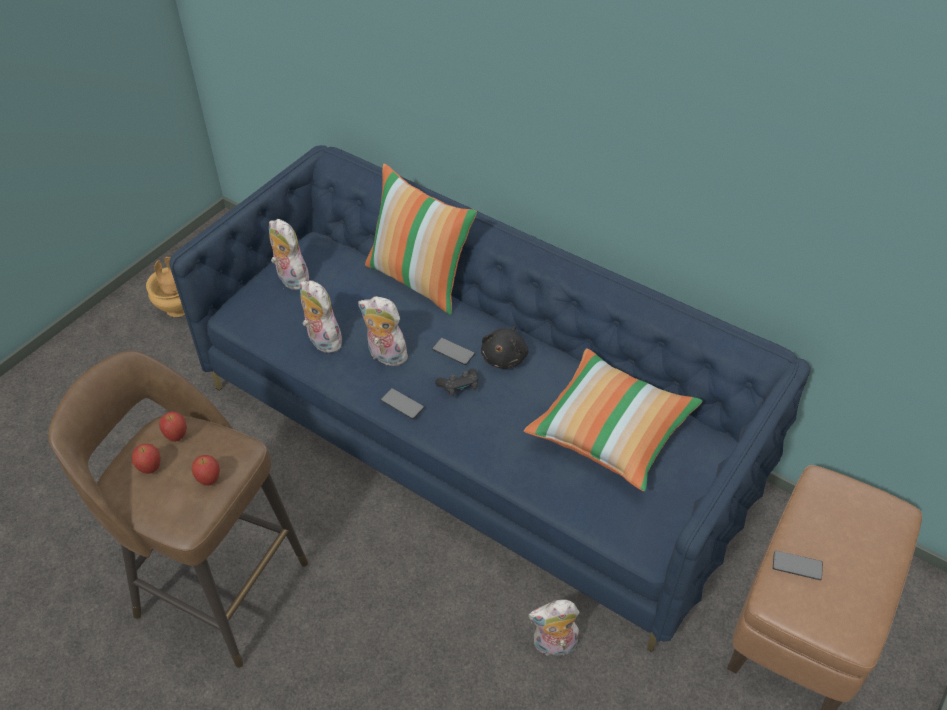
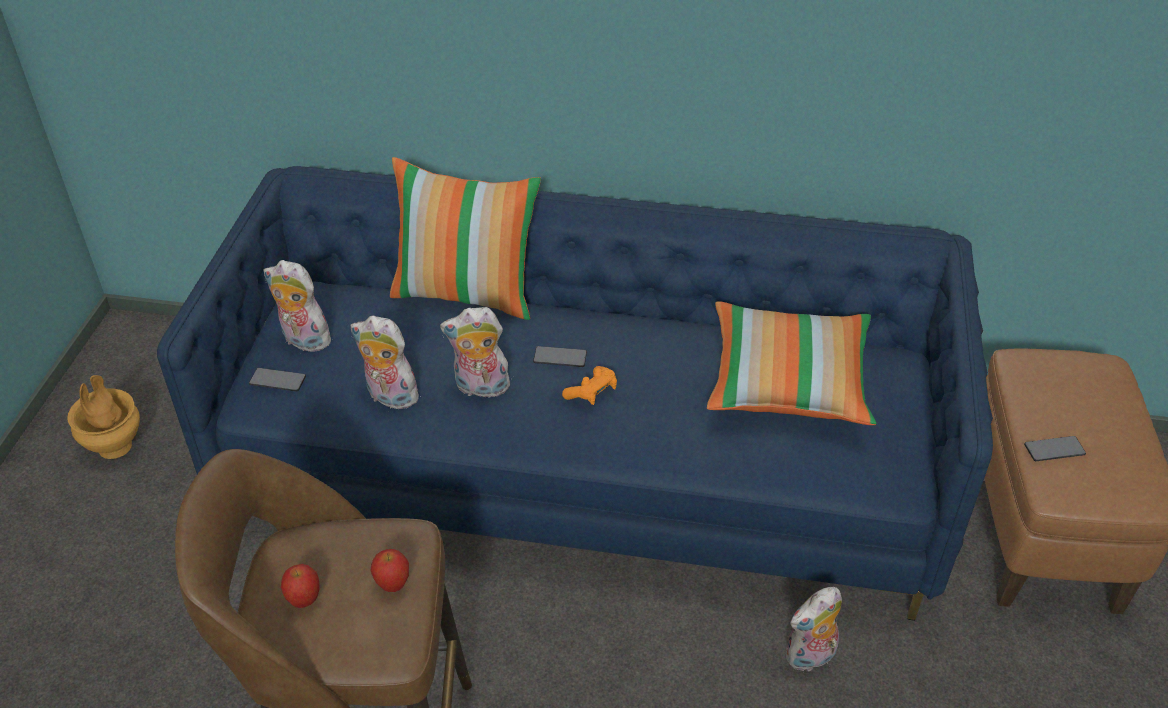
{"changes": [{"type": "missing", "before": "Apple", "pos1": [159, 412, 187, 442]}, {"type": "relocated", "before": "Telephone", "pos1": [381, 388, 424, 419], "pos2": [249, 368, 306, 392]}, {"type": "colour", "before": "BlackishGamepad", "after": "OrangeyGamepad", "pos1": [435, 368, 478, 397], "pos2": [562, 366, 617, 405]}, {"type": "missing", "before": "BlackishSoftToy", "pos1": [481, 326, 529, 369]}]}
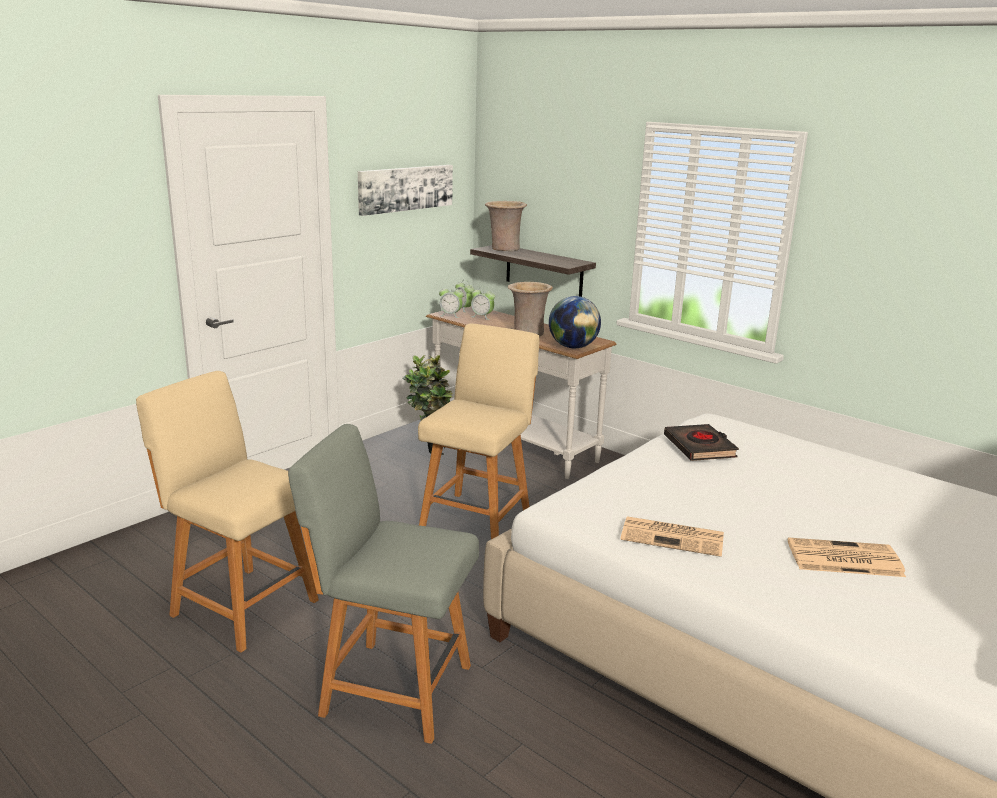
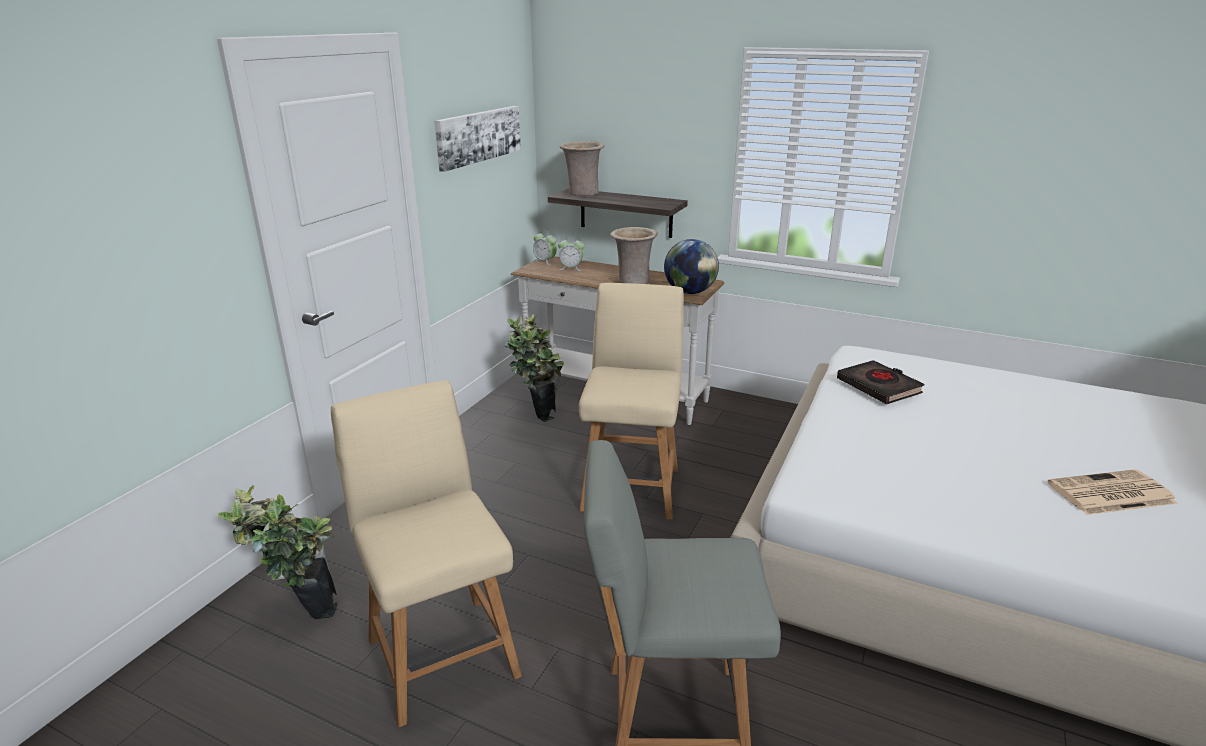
{"changes": [{"type": "spun", "before": "BeigeUprightChair", "pos1": [136, 371, 319, 653], "pos2": [331, 380, 522, 727], "turn": 45}, {"type": "missing", "before": "AlarmClock", "pos1": [439, 285, 464, 318]}, {"type": "missing", "before": "Newspaper", "pos1": [620, 516, 724, 557]}, {"type": "appeared", "after": "PottedPlant", "pos2": [216, 485, 338, 619]}]}
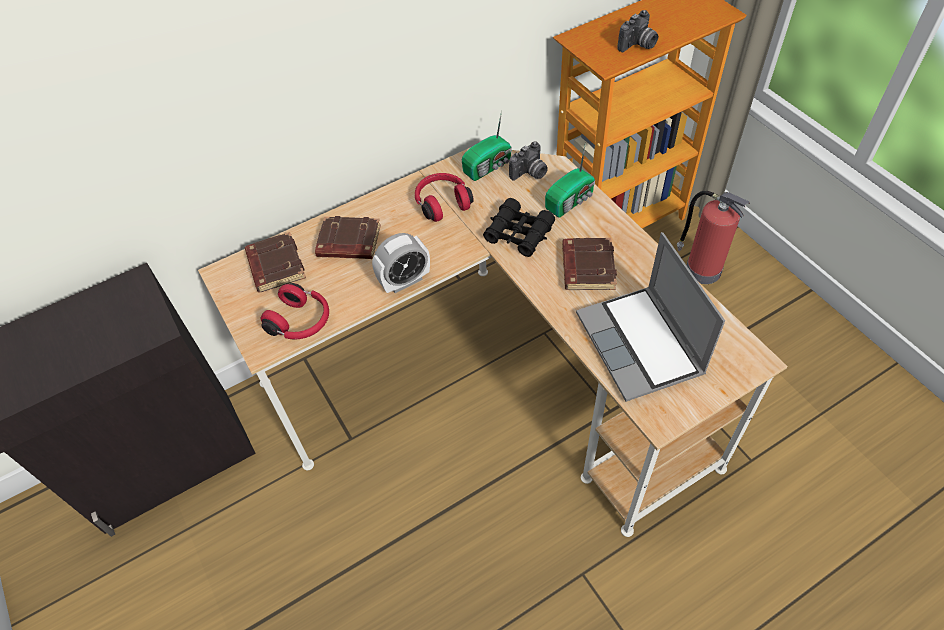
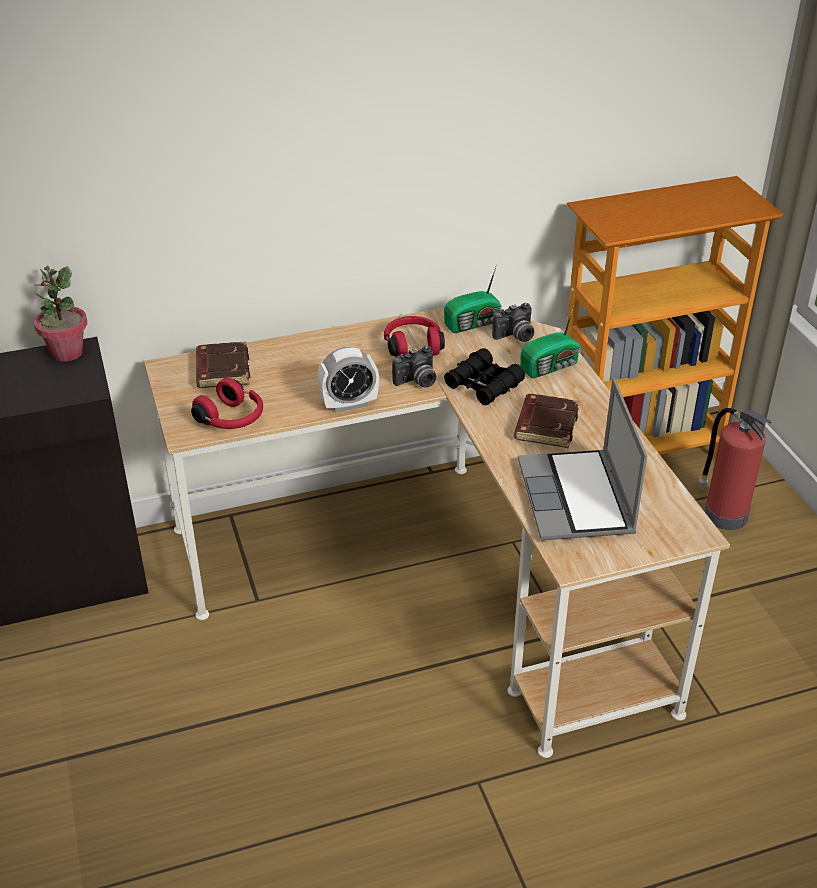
{"changes": [{"type": "missing", "before": "BrownColouredVolume", "pos1": [315, 216, 381, 259]}, {"type": "relocated", "before": "PhotoCamera", "pos1": [617, 10, 659, 52], "pos2": [392, 346, 436, 388]}, {"type": "appeared", "after": "PottedPlant", "pos2": [34, 265, 87, 362]}]}
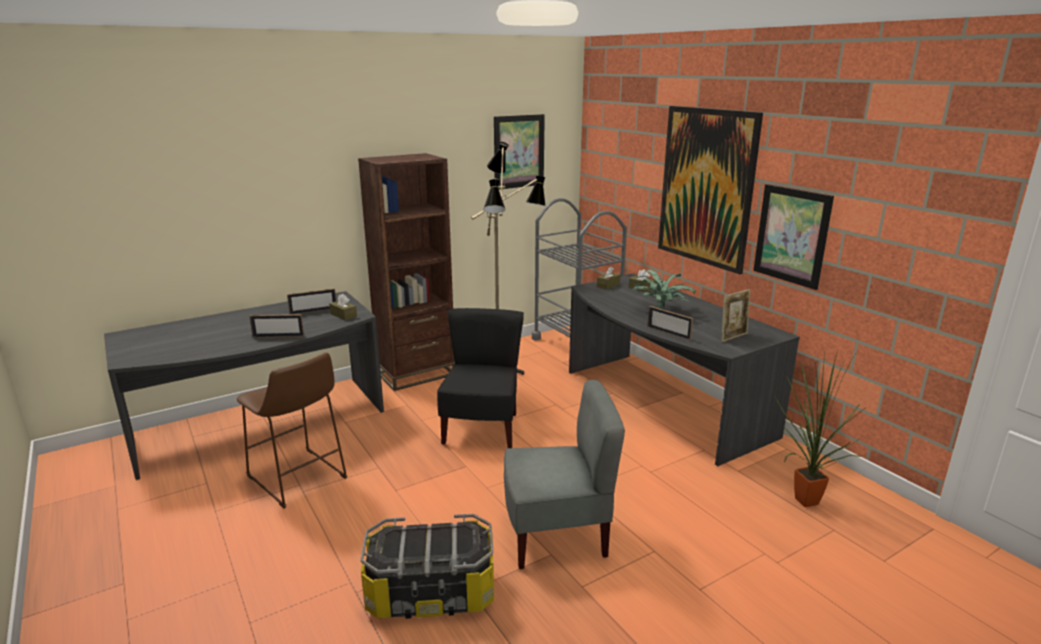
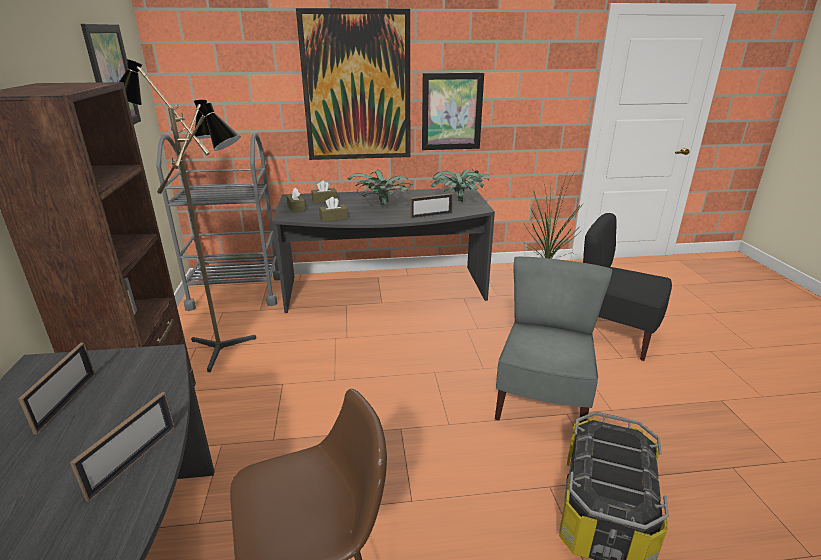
{"changes": [{"type": "relocated", "before": "BrownColouredTissueHolder", "pos1": [329, 294, 357, 320], "pos2": [319, 197, 348, 222]}, {"type": "relocated", "before": "BlackishUprightChair", "pos1": [437, 308, 524, 448], "pos2": [583, 213, 672, 361]}, {"type": "exchanged", "before": "PictureFrame", "after": "PottedPlant", "pos1": [721, 289, 750, 342], "pos2": [431, 169, 489, 202]}]}
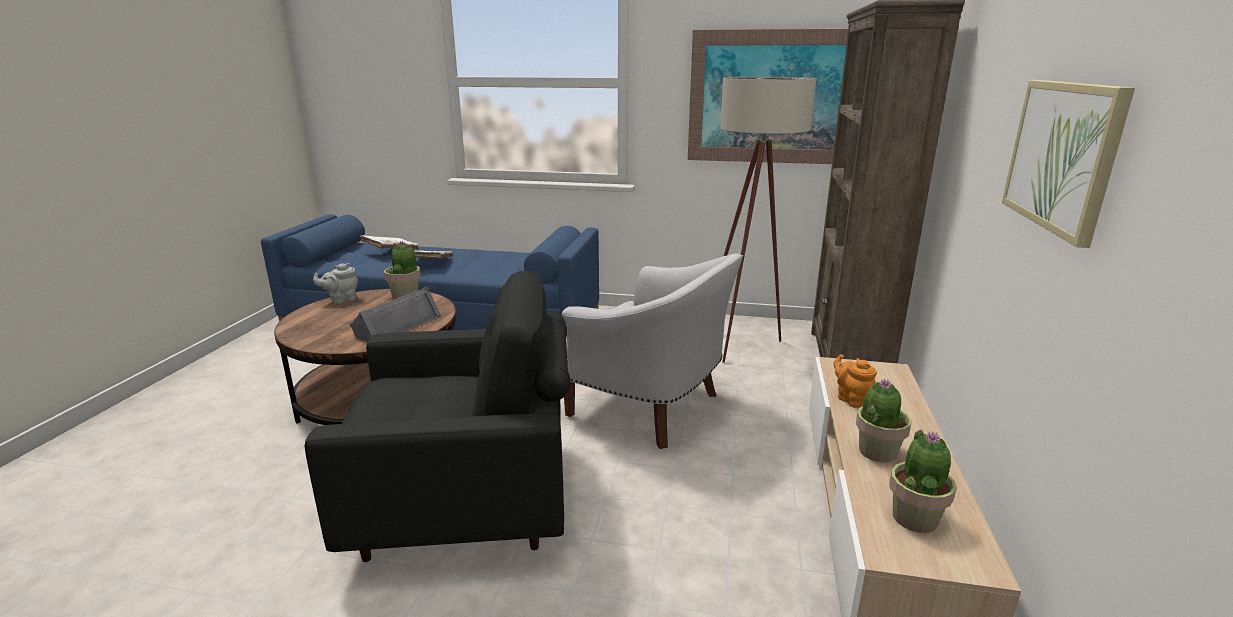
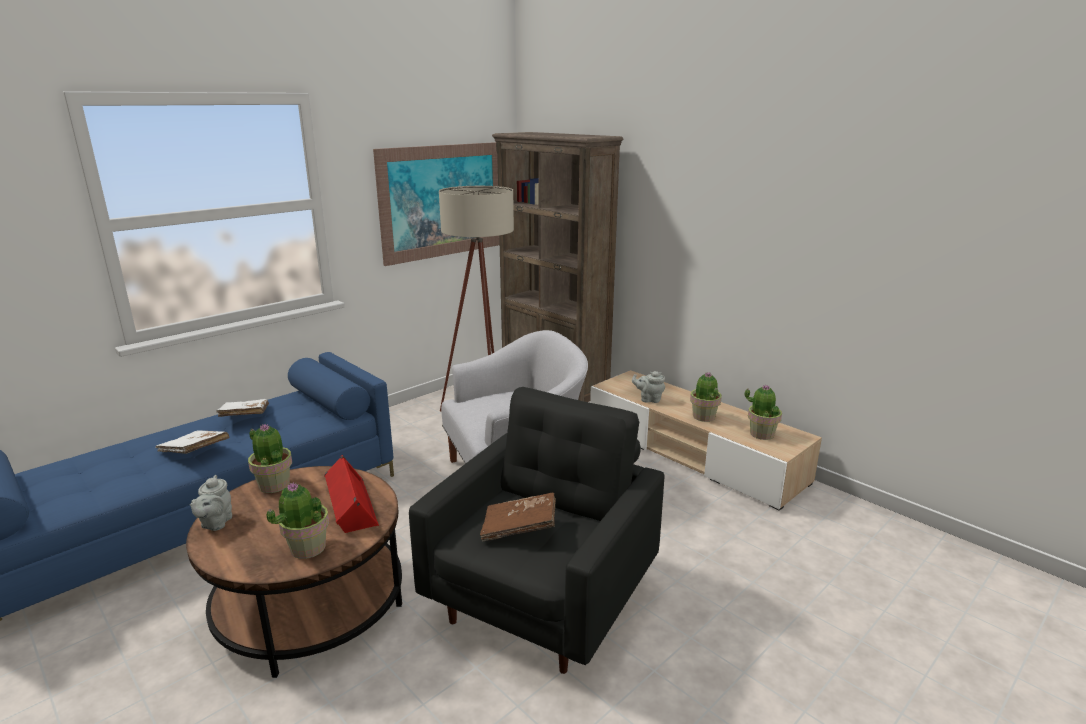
{"changes": [{"type": "colour", "before": "GrayLoudspeaker", "after": "RedLoudspeaker", "pos1": [350, 286, 442, 342], "pos2": [324, 455, 379, 533]}, {"type": "relocated", "before": "WhiteColouredVolume", "pos1": [360, 235, 418, 249], "pos2": [216, 399, 269, 417]}, {"type": "colour", "before": "OrangeyTeaPot", "after": "GrayTeaPot", "pos1": [834, 354, 877, 408], "pos2": [632, 371, 665, 403]}, {"type": "missing", "before": "WallPicture", "pos1": [1002, 80, 1135, 248]}, {"type": "appeared", "after": "PottedPlant", "pos2": [267, 482, 329, 559]}, {"type": "appeared", "after": "BrownColouredVolume", "pos2": [480, 492, 556, 542]}]}
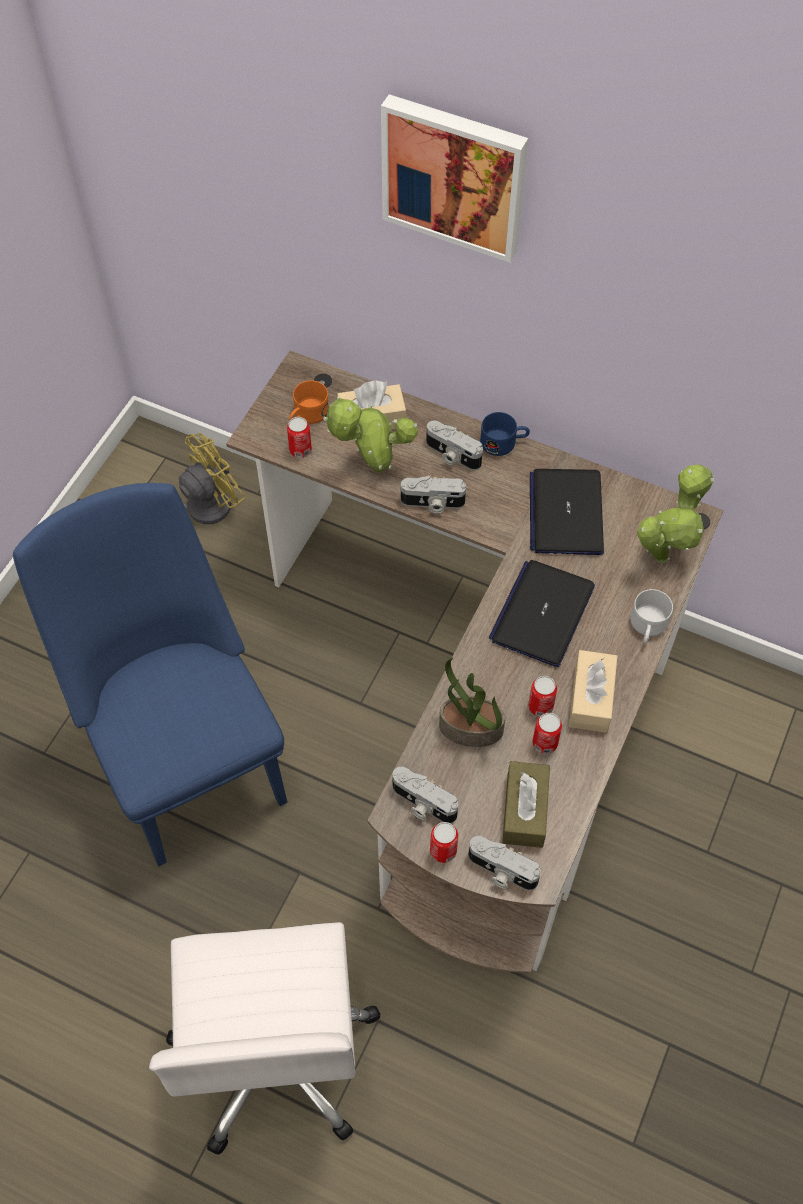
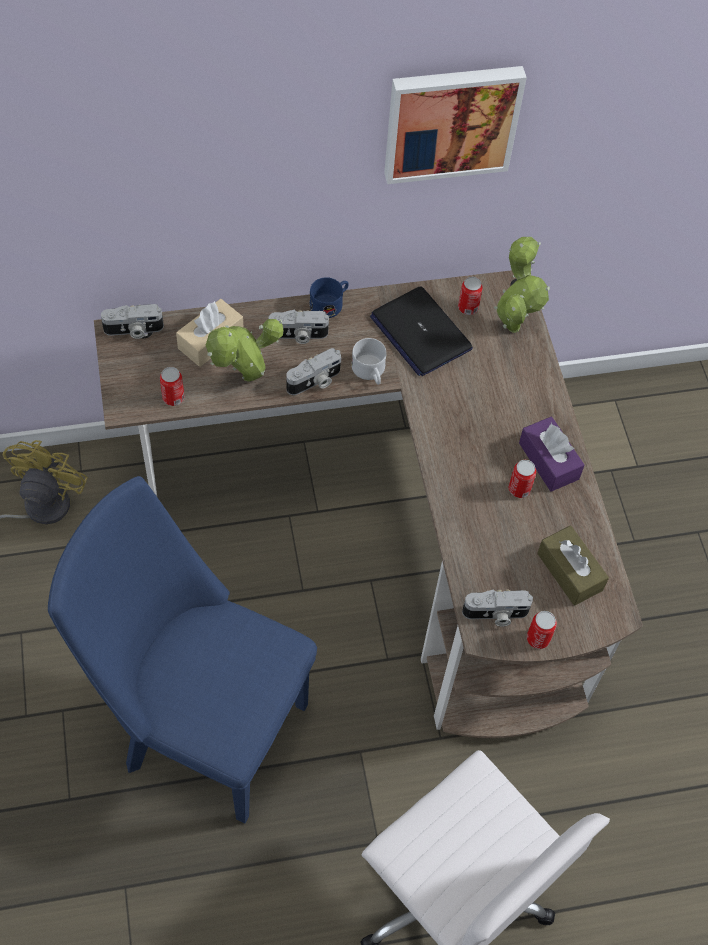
{"changes": [{"type": "missing", "before": "OrangeyCoffeeMug", "pos1": [289, 380, 329, 424]}, {"type": "relocated", "before": "WallPicture", "pos1": [381, 94, 528, 263], "pos2": [384, 66, 527, 184]}, {"type": "missing", "before": "PottedPlant", "pos1": [439, 658, 505, 747]}, {"type": "relocated", "before": "PhotoCamera", "pos1": [468, 836, 541, 890], "pos2": [101, 304, 164, 339]}, {"type": "missing", "before": "Laptop", "pos1": [489, 560, 595, 667]}, {"type": "relocated", "before": "Can", "pos1": [533, 713, 562, 754], "pos2": [458, 277, 483, 315]}, {"type": "colour", "before": "BeigeTissueHolder", "after": "PurpleColouredTissueHolder", "pos1": [569, 650, 617, 733], "pos2": [519, 417, 584, 492]}, {"type": "relocated", "before": "WhiteColouredCoffeeMug", "pos1": [630, 589, 673, 644], "pos2": [351, 338, 387, 385]}]}
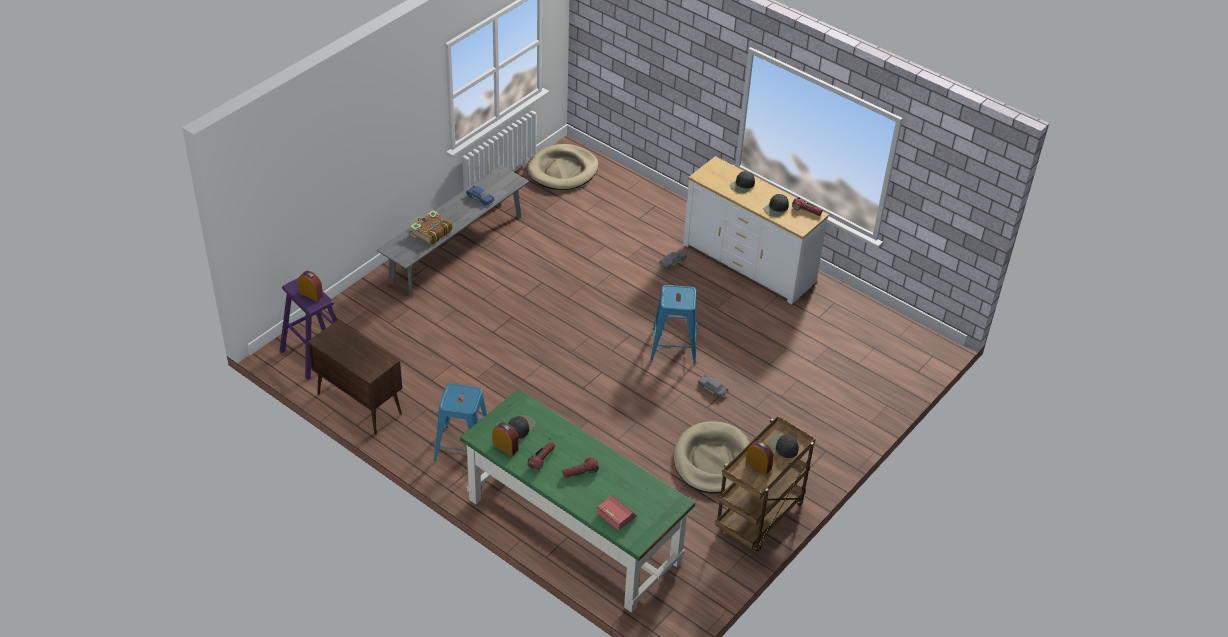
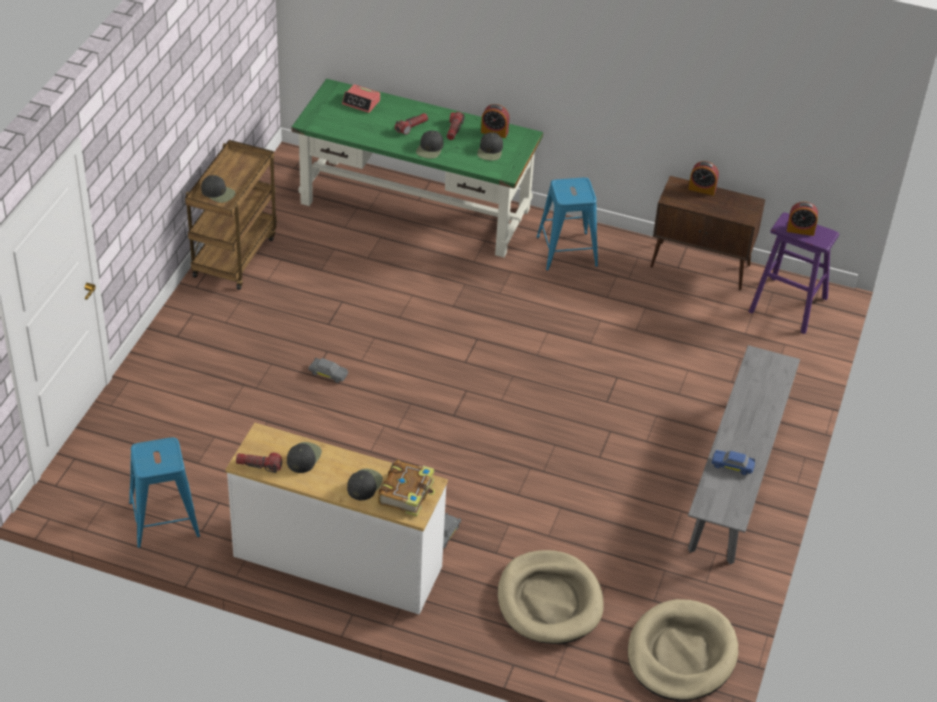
{"changes": [{"type": "relocated", "before": "Volume", "pos1": [410, 210, 452, 245], "pos2": [378, 460, 435, 517]}, {"type": "relocated", "before": "BlueStool", "pos1": [651, 285, 697, 363], "pos2": [129, 437, 200, 548]}, {"type": "relocated", "before": "BeigePetBed", "pos1": [673, 421, 750, 494], "pos2": [498, 550, 604, 644]}, {"type": "relocated", "before": "AlarmClock", "pos1": [745, 440, 774, 475], "pos2": [688, 161, 719, 196]}, {"type": "appeared", "after": "BlackishCap", "pos2": [416, 130, 443, 159]}]}
